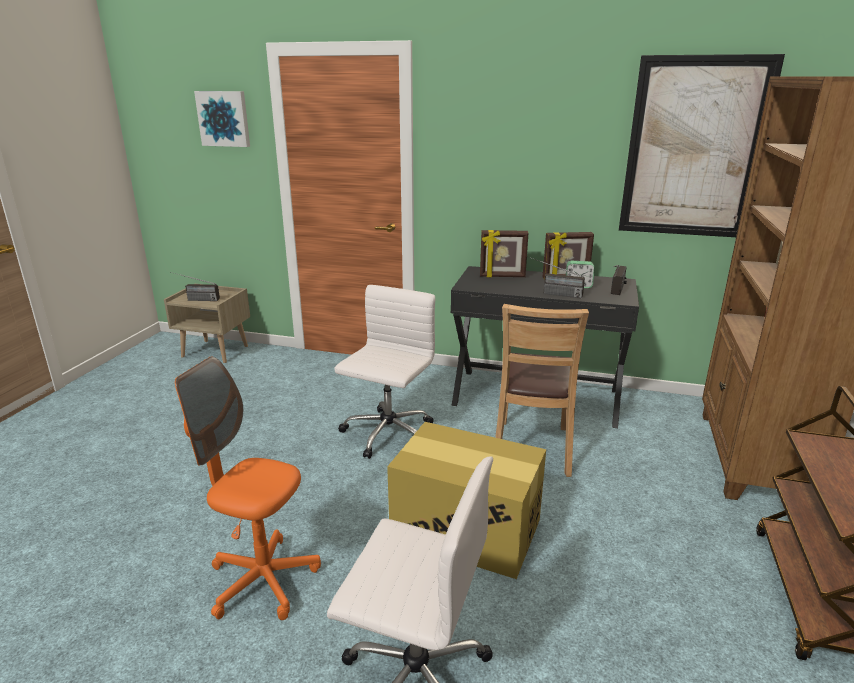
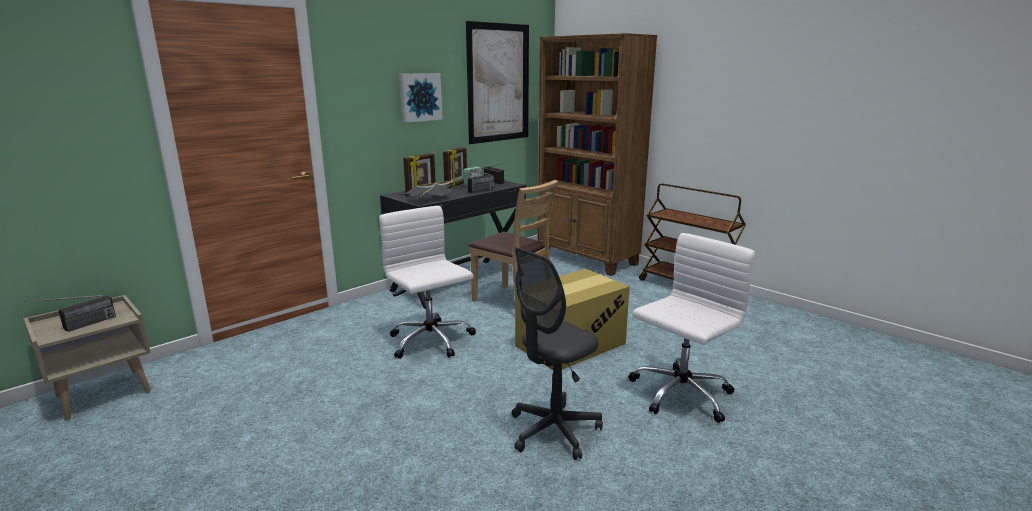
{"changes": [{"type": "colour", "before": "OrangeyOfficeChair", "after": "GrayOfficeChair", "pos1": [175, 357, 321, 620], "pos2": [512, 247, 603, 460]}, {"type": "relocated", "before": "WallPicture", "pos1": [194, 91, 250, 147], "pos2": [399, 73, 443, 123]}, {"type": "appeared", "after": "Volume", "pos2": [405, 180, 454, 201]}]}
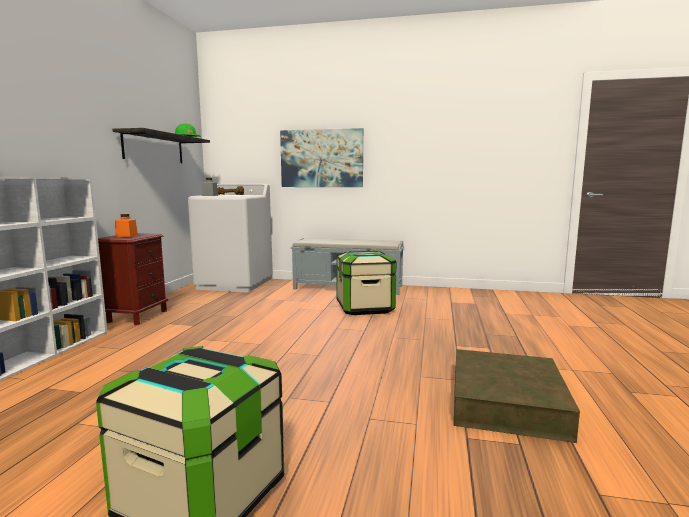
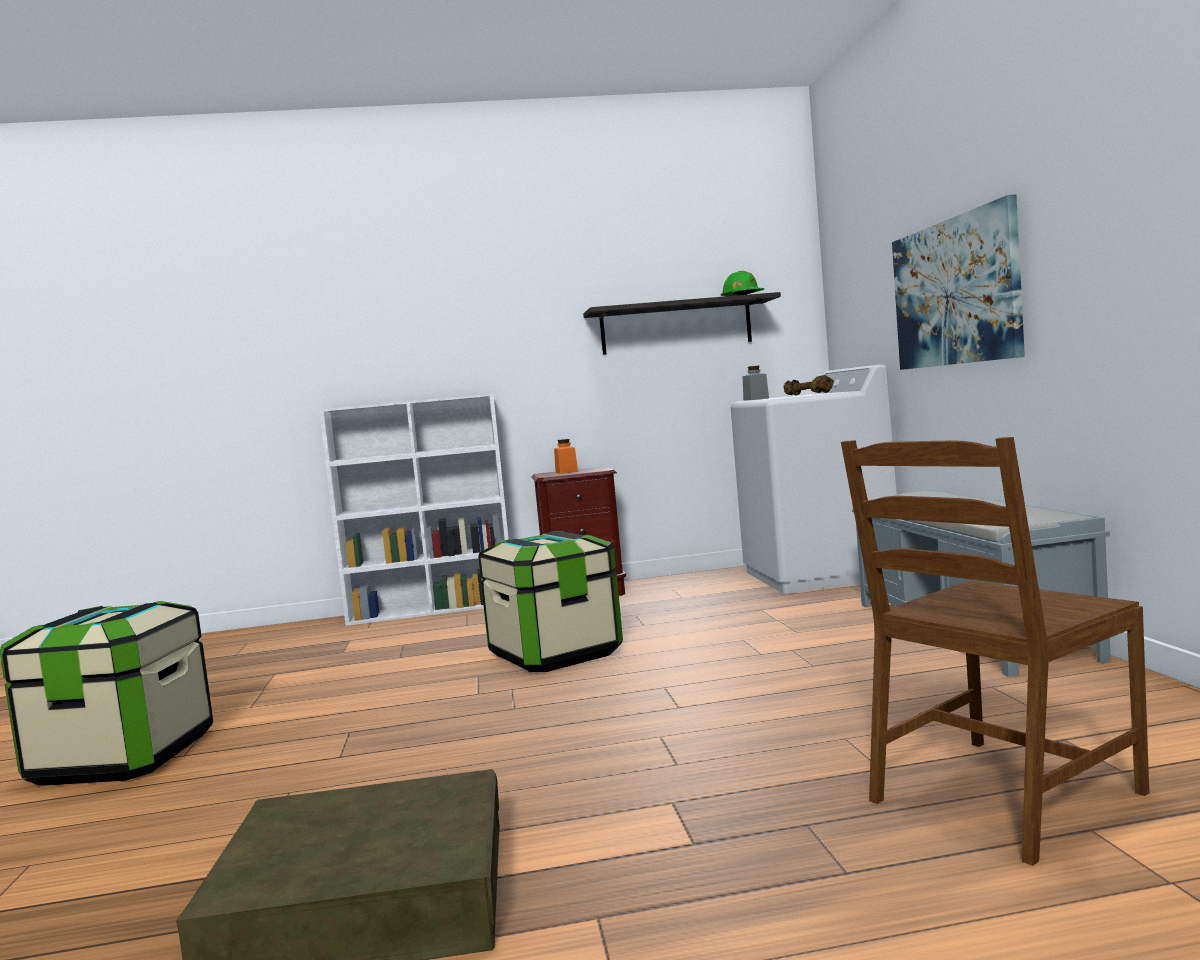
{"changes": [{"type": "relocated", "before": "StorageContainer", "pos1": [336, 250, 397, 315], "pos2": [478, 531, 623, 672]}, {"type": "appeared", "after": "BrownColouredUprightChair", "pos2": [841, 437, 1149, 866]}]}
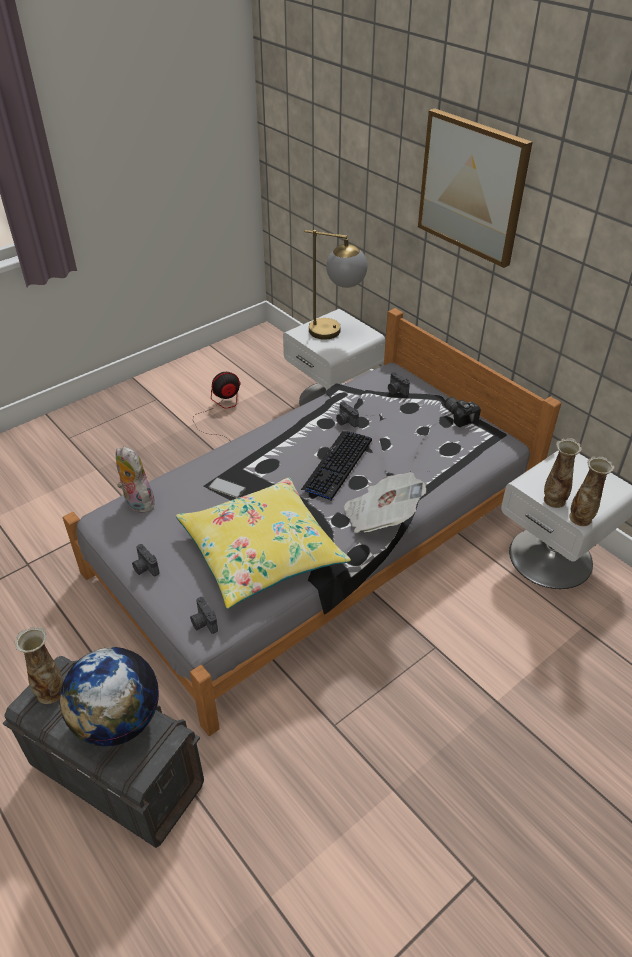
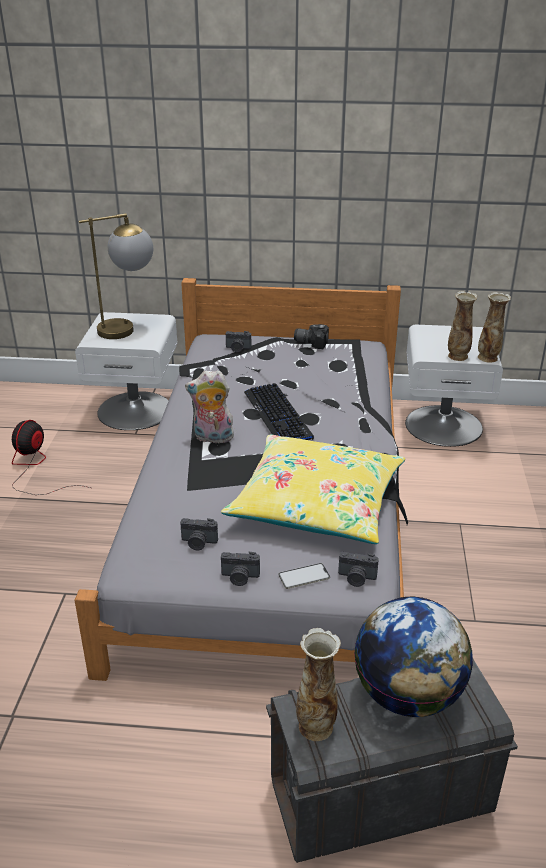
{"changes": [{"type": "relocated", "before": "SoftToy", "pos1": [116, 446, 155, 513], "pos2": [185, 370, 234, 443]}, {"type": "relocated", "before": "Telephone", "pos1": [209, 477, 246, 498], "pos2": [278, 563, 330, 589]}, {"type": "relocated", "before": "PhotoCamera", "pos1": [336, 401, 359, 427], "pos2": [180, 518, 218, 550]}, {"type": "missing", "before": "Newspaper", "pos1": [344, 472, 426, 533]}, {"type": "missing", "before": "WallPicture", "pos1": [418, 109, 533, 268]}]}
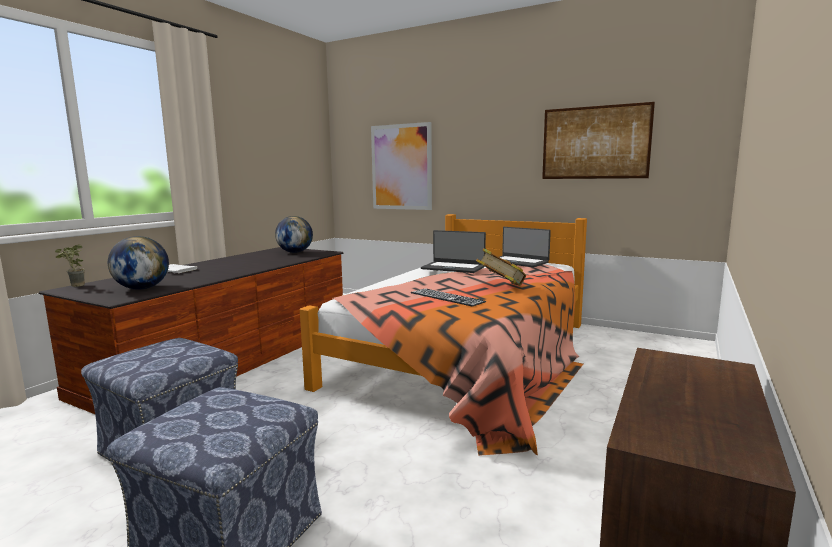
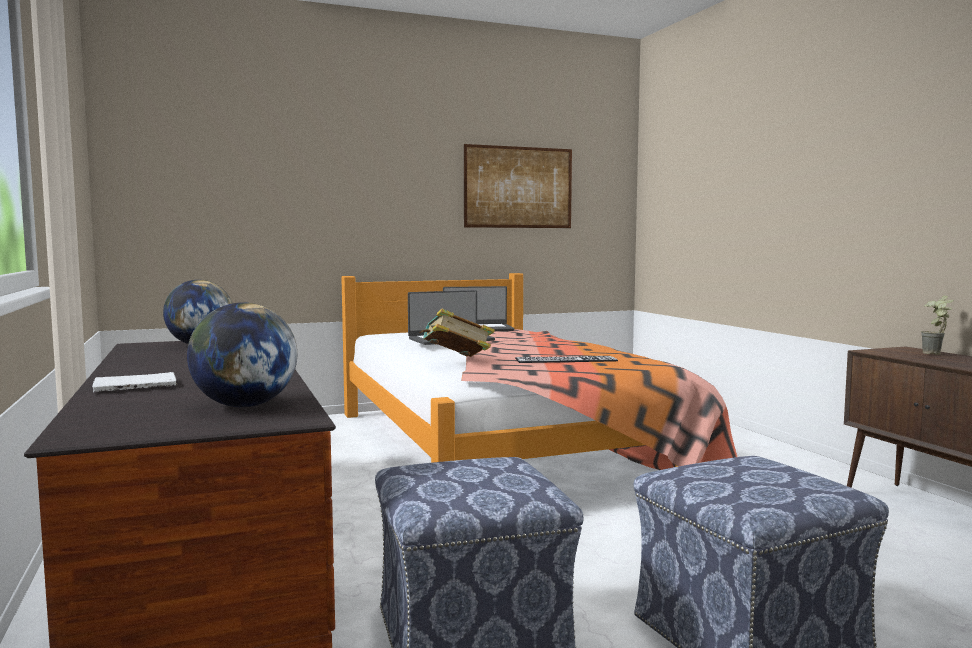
{"changes": [{"type": "relocated", "before": "PottedPlant", "pos1": [55, 244, 85, 287], "pos2": [921, 295, 953, 355]}, {"type": "missing", "before": "WallPicture", "pos1": [371, 122, 432, 210]}, {"type": "relocated", "before": "Volume", "pos1": [476, 248, 526, 286], "pos2": [419, 309, 495, 357]}]}
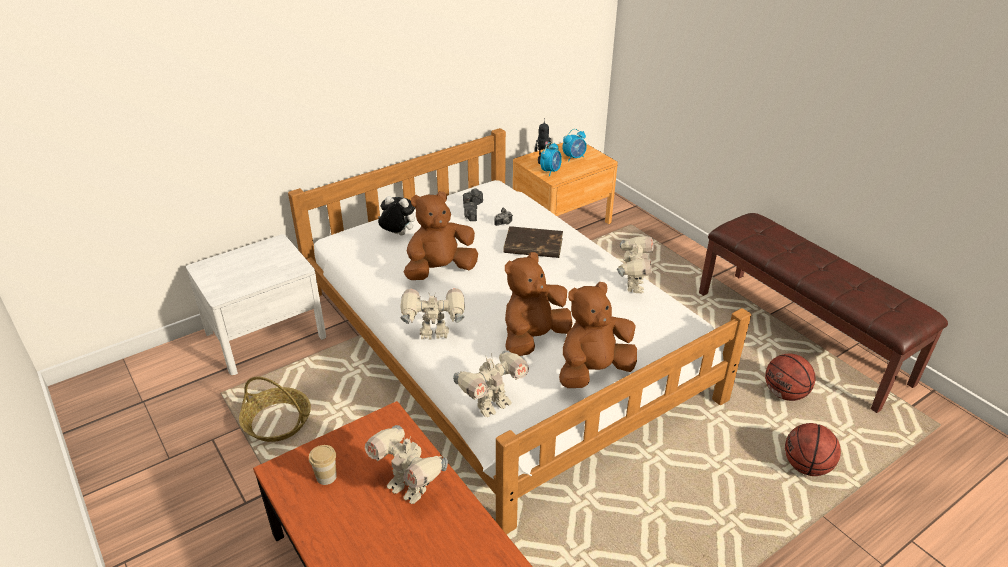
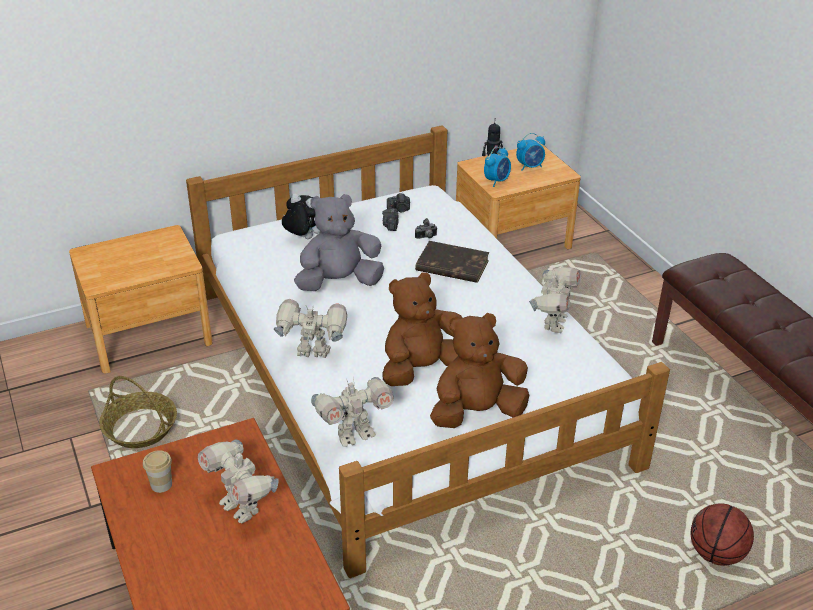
{"changes": [{"type": "colour", "before": "WhiteColouredNightTable", "after": "BrownColouredNightTable", "pos1": [186, 234, 326, 375], "pos2": [69, 225, 213, 373]}, {"type": "colour", "before": "BrownColouredSoftToy", "after": "GraySoftToy", "pos1": [404, 191, 478, 280], "pos2": [294, 194, 384, 291]}, {"type": "missing", "before": "BasketballBall", "pos1": [765, 354, 815, 401]}]}
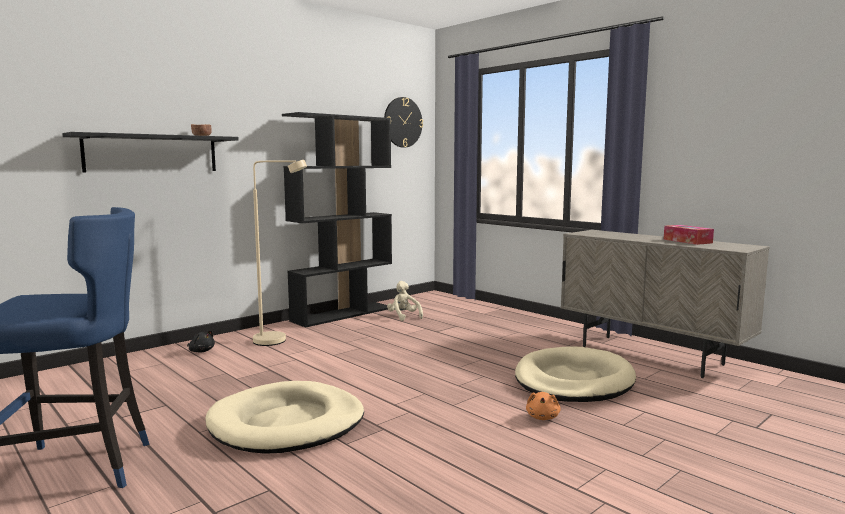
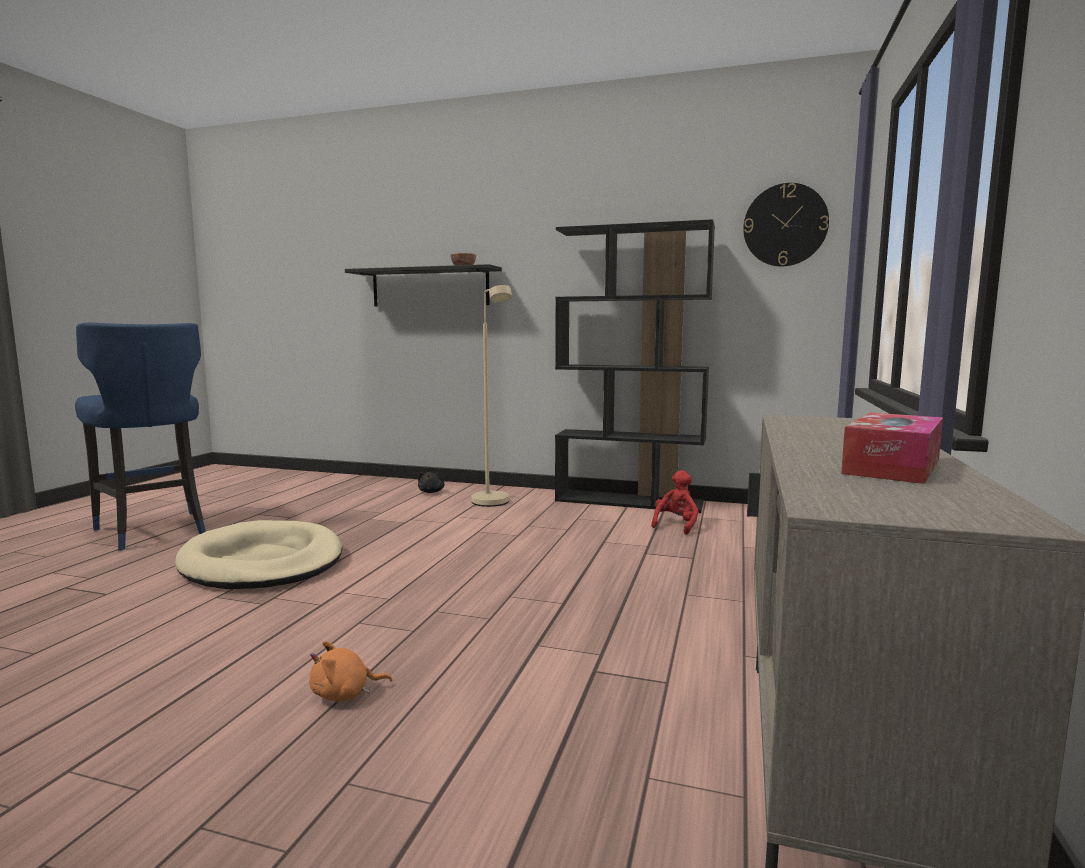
{"changes": [{"type": "colour", "before": "BeigeSoftToy", "after": "RedSoftToy", "pos1": [387, 281, 423, 321], "pos2": [651, 470, 699, 535]}, {"type": "missing", "before": "BeigePetBed", "pos1": [515, 346, 636, 402]}]}
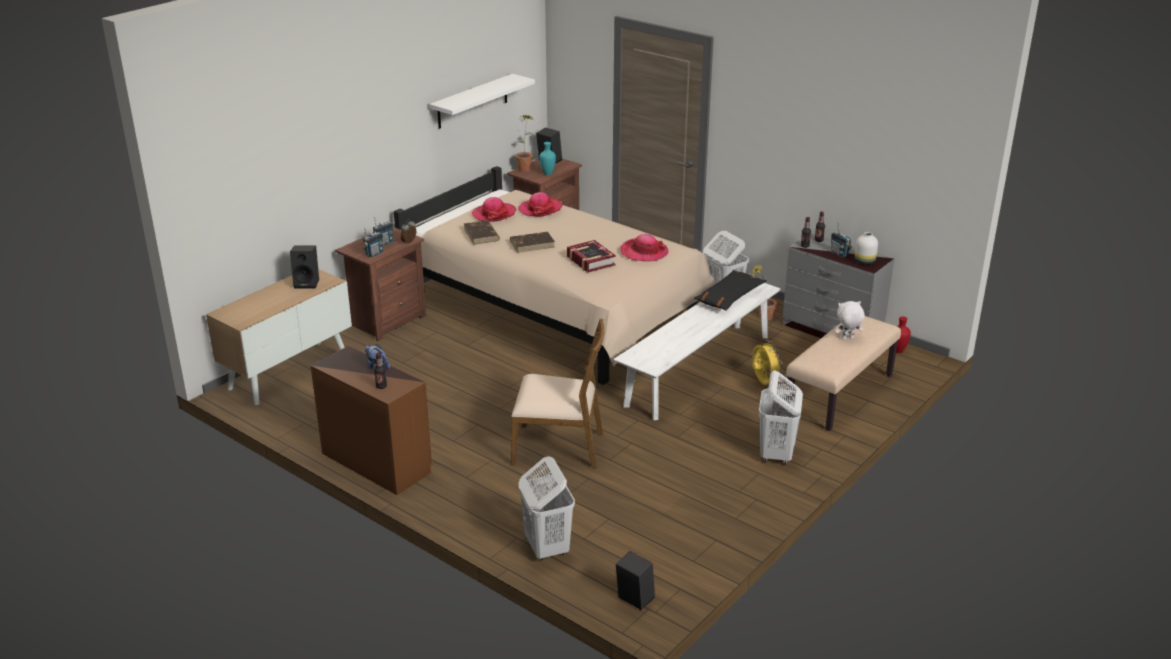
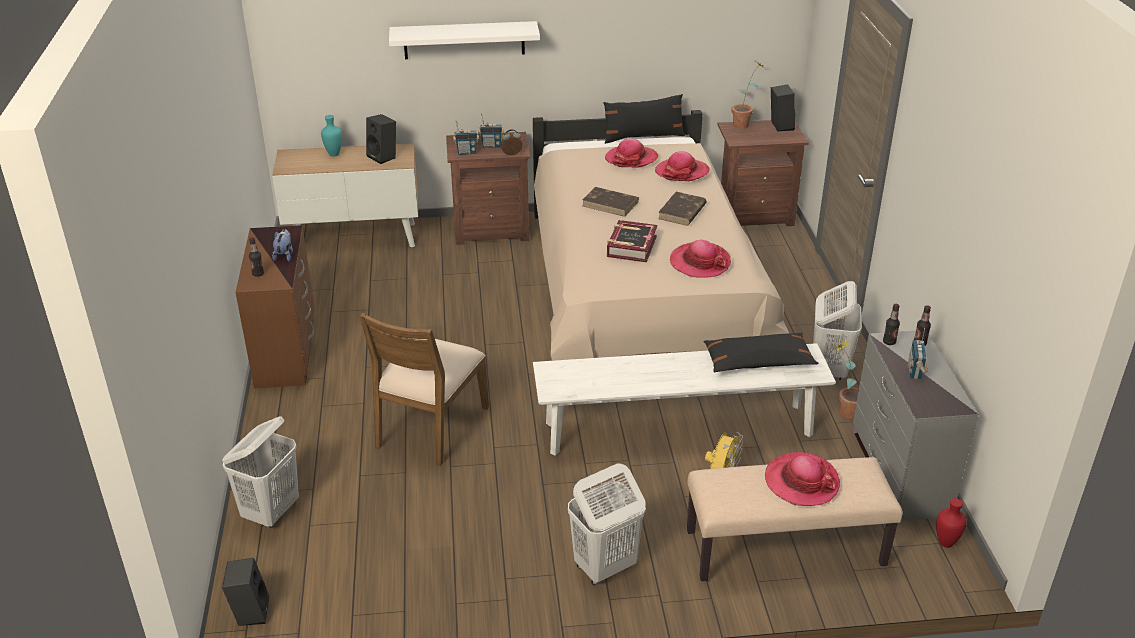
{"changes": [{"type": "relocated", "before": "WhiteColouredWallShelf", "pos1": [429, 74, 535, 129], "pos2": [389, 21, 540, 59]}, {"type": "relocated", "before": "BrownColouredVolume", "pos1": [464, 220, 500, 245], "pos2": [658, 192, 707, 226]}, {"type": "spun", "before": "BrownColouredUprightChair", "pos1": [511, 318, 605, 468], "pos2": [360, 313, 489, 466], "turn": 60}, {"type": "relocated", "before": "BlueGreenFlowerVase", "pos1": [540, 142, 556, 175], "pos2": [321, 115, 342, 156]}, {"type": "exchanged", "before": "WhiteColouredSoftToy", "after": "ClothingHat", "pos1": [835, 301, 865, 340], "pos2": [765, 452, 840, 506]}, {"type": "missing", "before": "WhiteColouredFlowerVase", "pos1": [854, 232, 878, 265]}, {"type": "appeared", "after": "BlackishCushion", "pos2": [603, 94, 685, 144]}]}
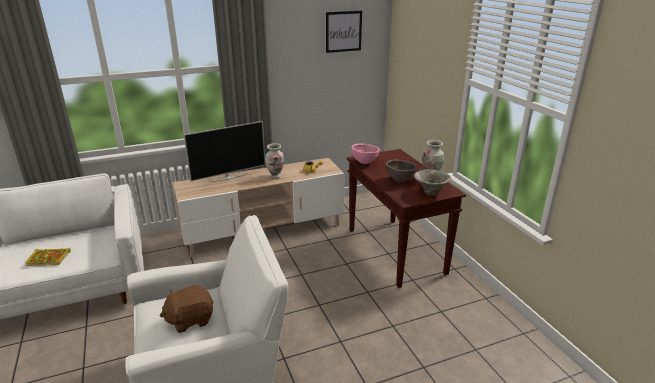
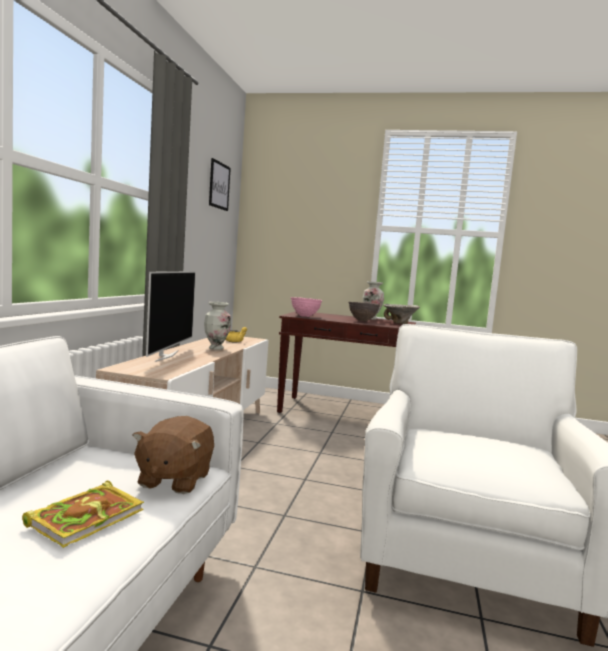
{"changes": [{"type": "relocated", "before": "BrownColouredSoftToy", "pos1": [160, 285, 213, 333], "pos2": [132, 416, 214, 494]}]}
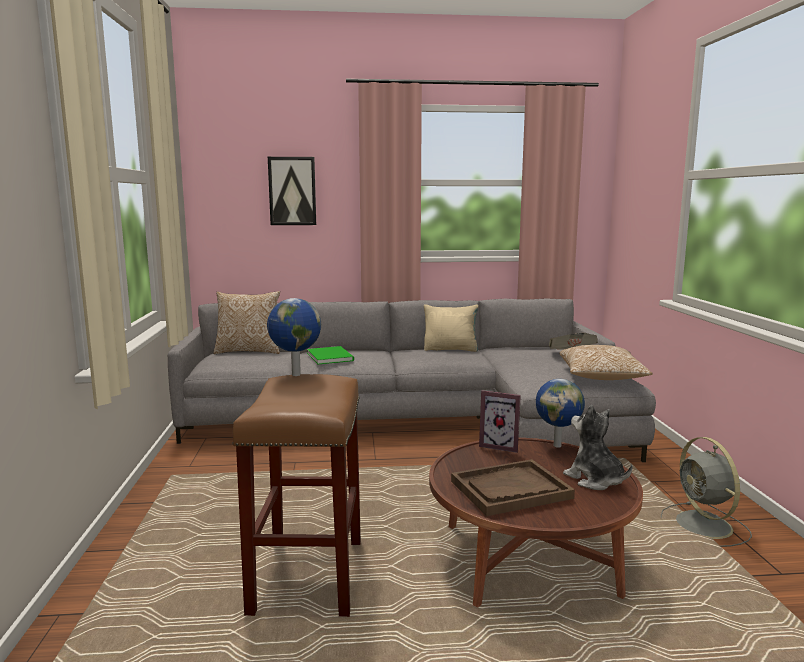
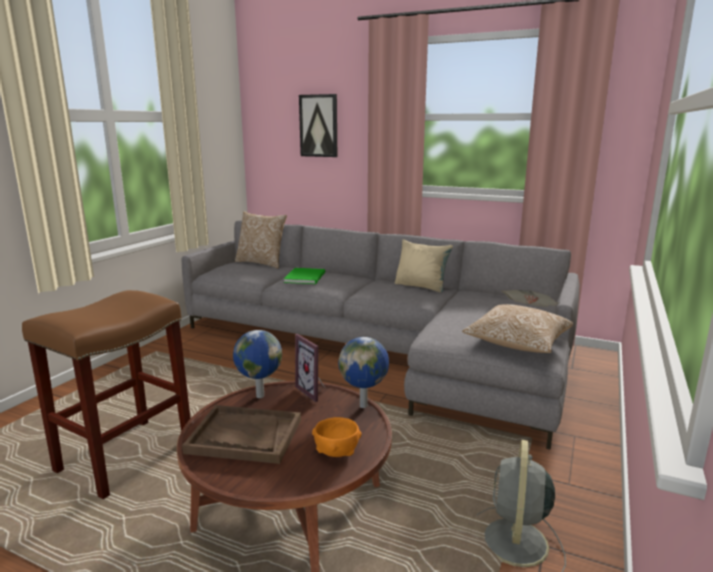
{"changes": [{"type": "relocated", "before": "DeskGlobe", "pos1": [267, 298, 321, 376], "pos2": [233, 330, 282, 398]}, {"type": "exchanged", "before": "SoftToy", "after": "OrangeyServingBowl", "pos1": [563, 405, 633, 490], "pos2": [312, 417, 361, 457]}]}
